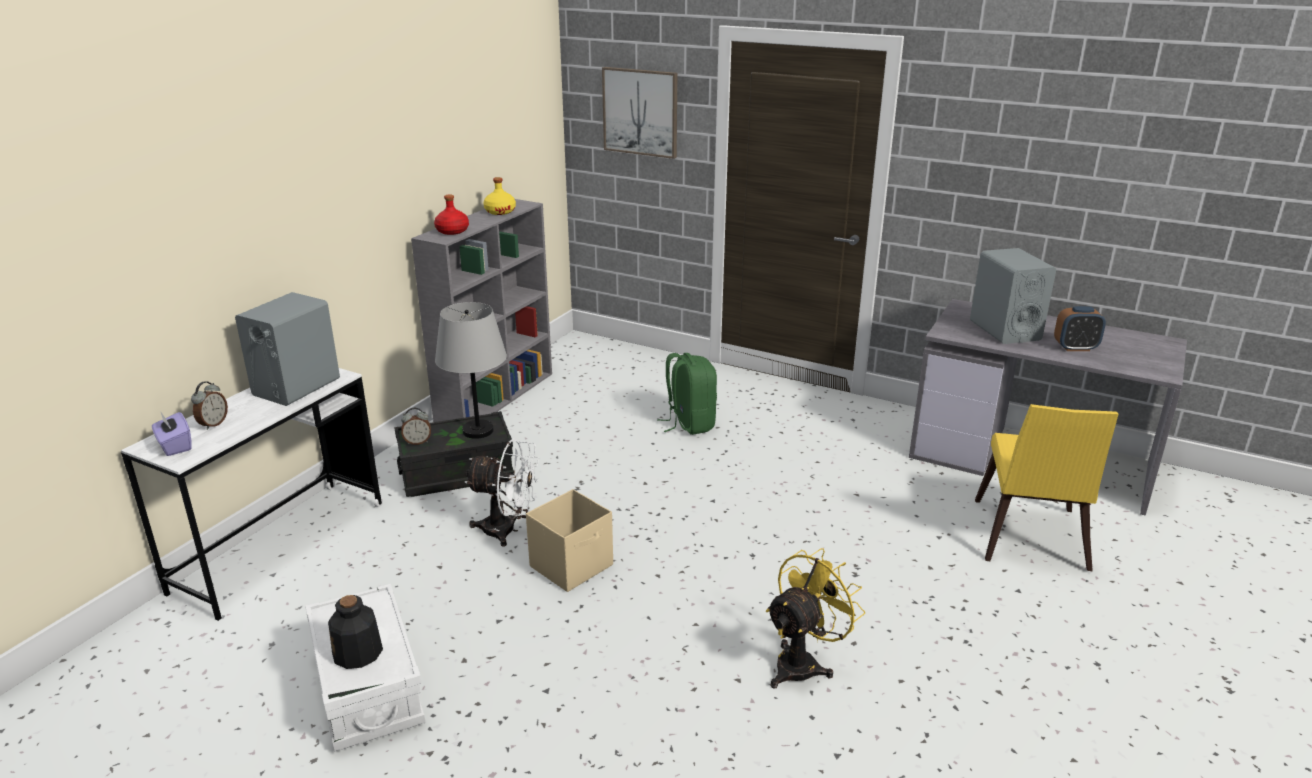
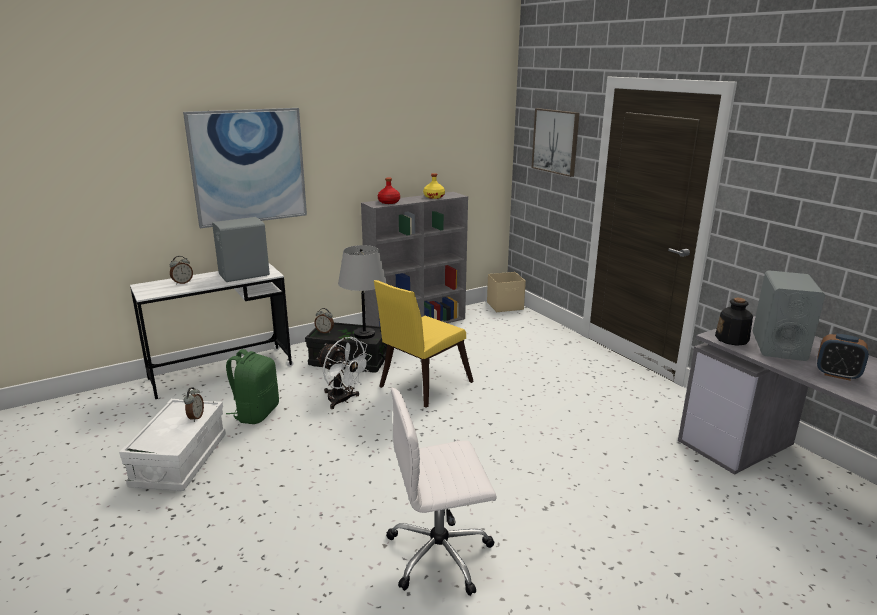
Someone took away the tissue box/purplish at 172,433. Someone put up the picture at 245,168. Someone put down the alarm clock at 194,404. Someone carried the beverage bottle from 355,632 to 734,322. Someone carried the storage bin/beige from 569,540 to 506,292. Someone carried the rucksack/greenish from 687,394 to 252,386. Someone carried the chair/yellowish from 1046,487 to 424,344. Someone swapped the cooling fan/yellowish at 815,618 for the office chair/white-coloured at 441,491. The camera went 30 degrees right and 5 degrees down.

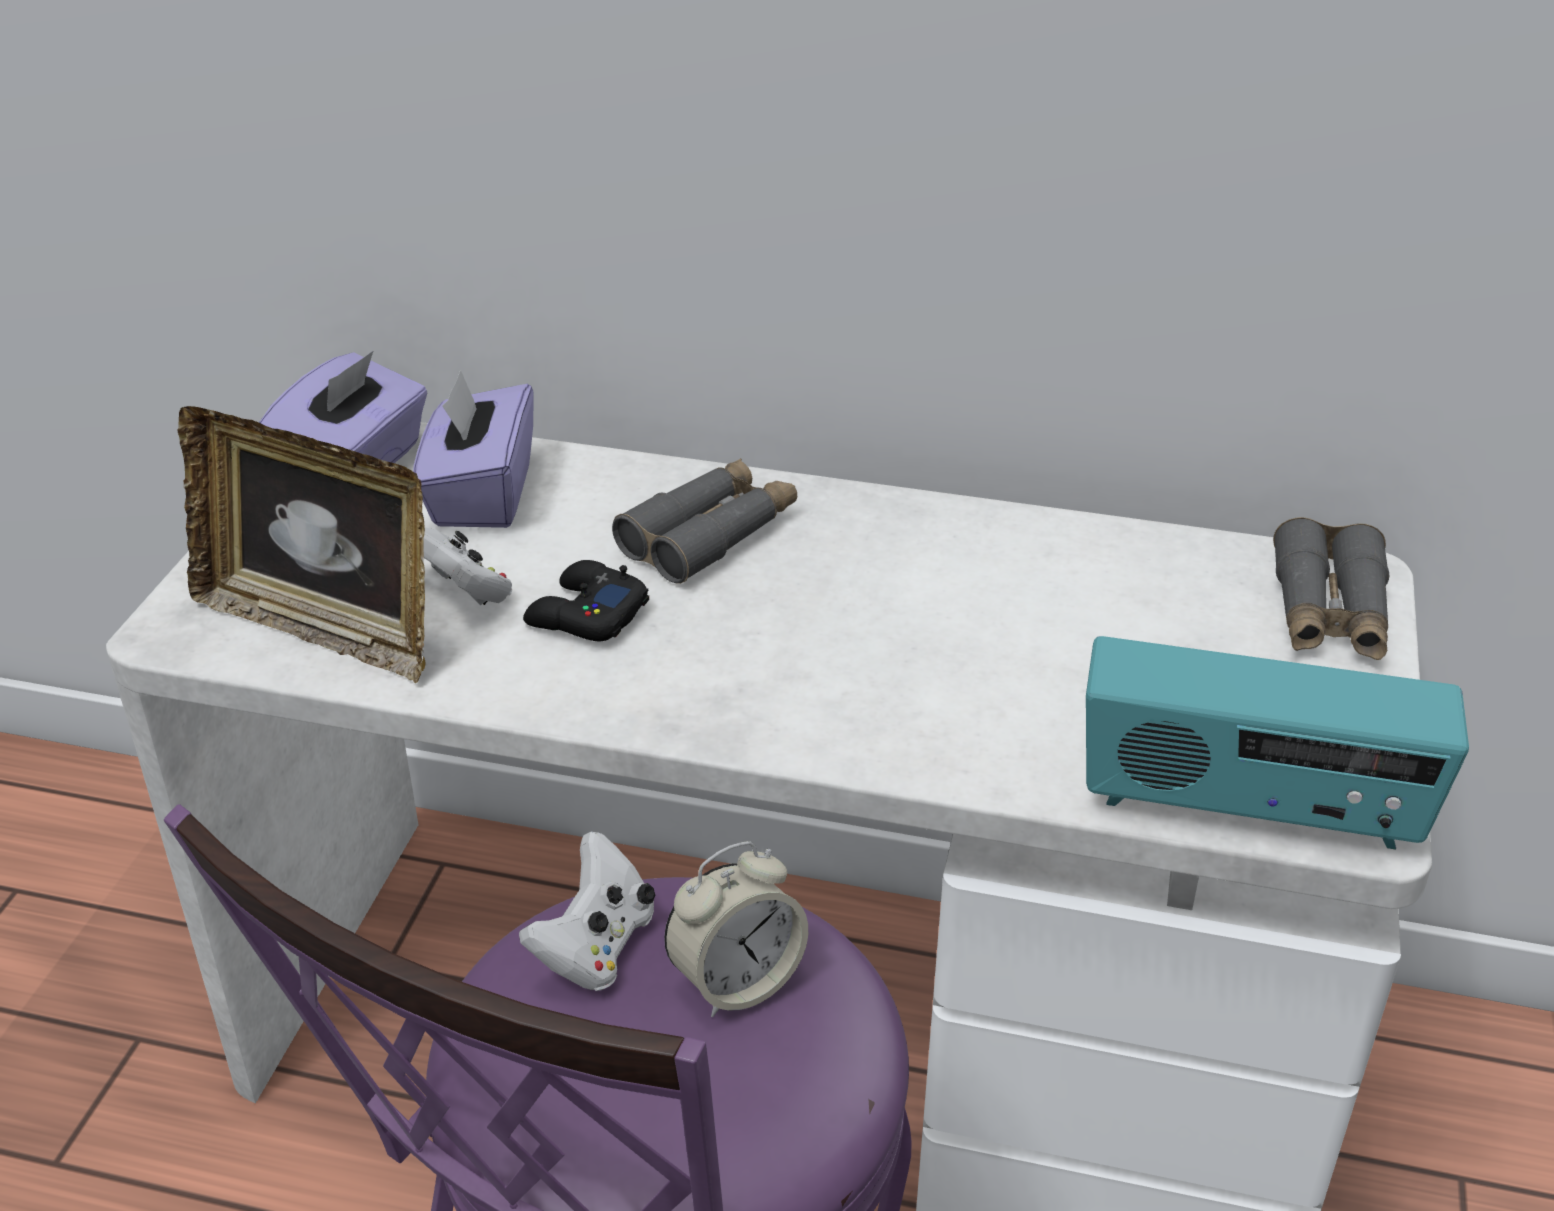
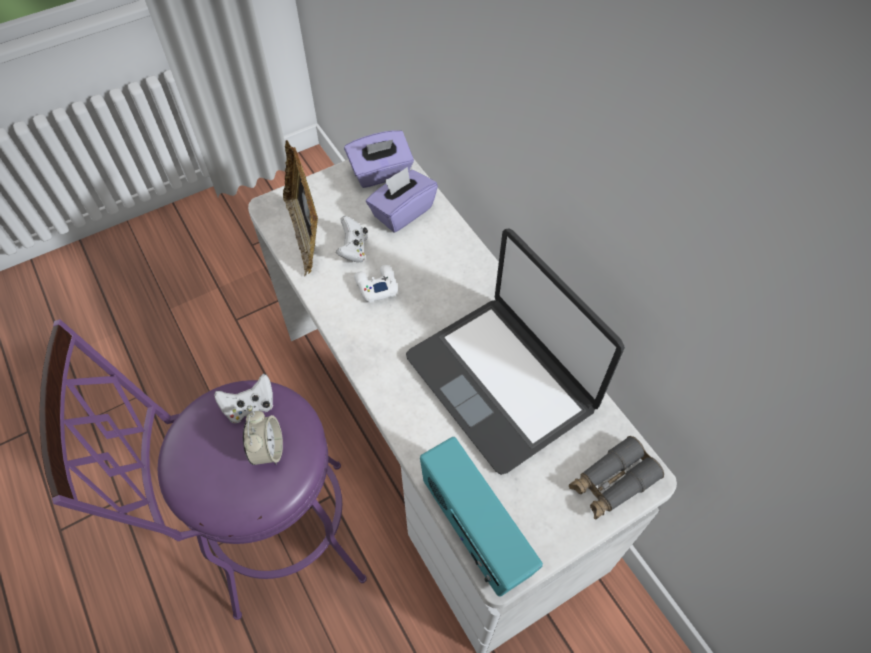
Someone took away the binoculars/gray at 704,521. Someone put down the notebook computer at 515,351. Someone repainted the gamepad/black at 586,600, which became the gamepad/white-coloured at 376,284. Someone rotated the alarm clock at 736,929 by 105 degrees counterclockwise. The camera went 45 degrees right and 20 degrees up.

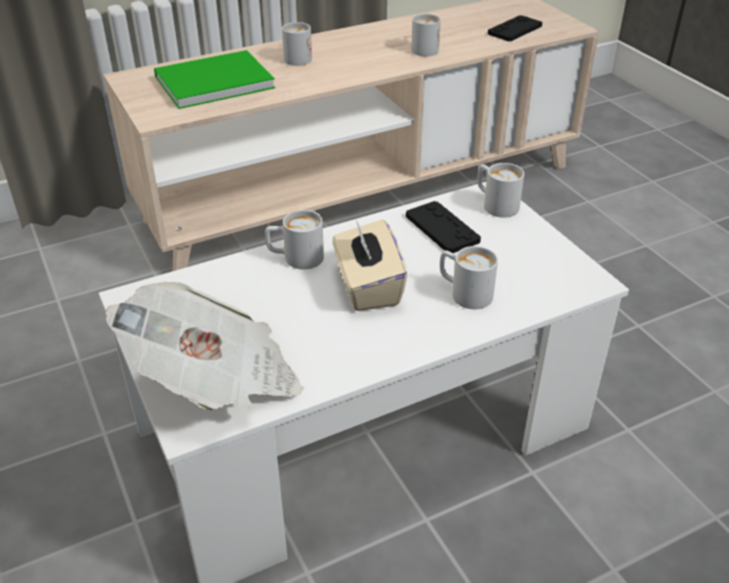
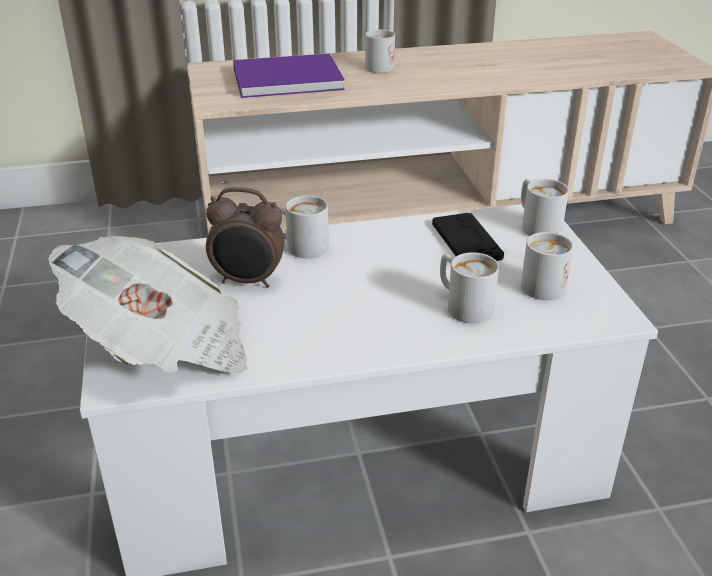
Someone took away the tissue box/beige at 370,265. Someone took away the gamepad/black at 515,28. Someone put down the alarm clock at 245,237. Someone carried the mug/white-coloured from 426,35 to 547,265. Someone repainted the book/greenish at 214,79, which became the book/purplish at 289,75. The camera went 15 degrees right and 5 degrees down.

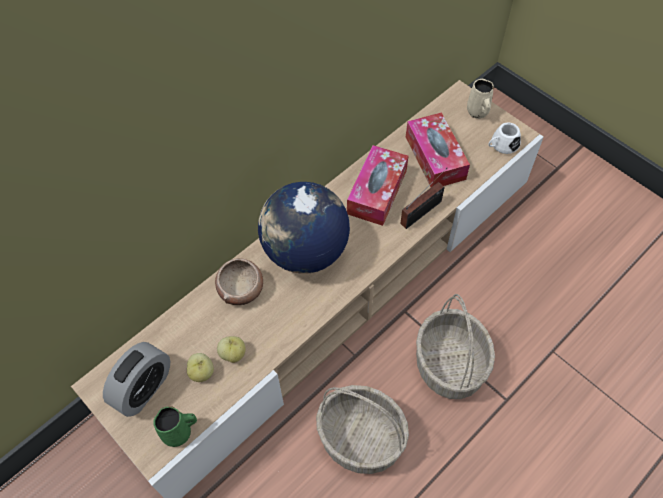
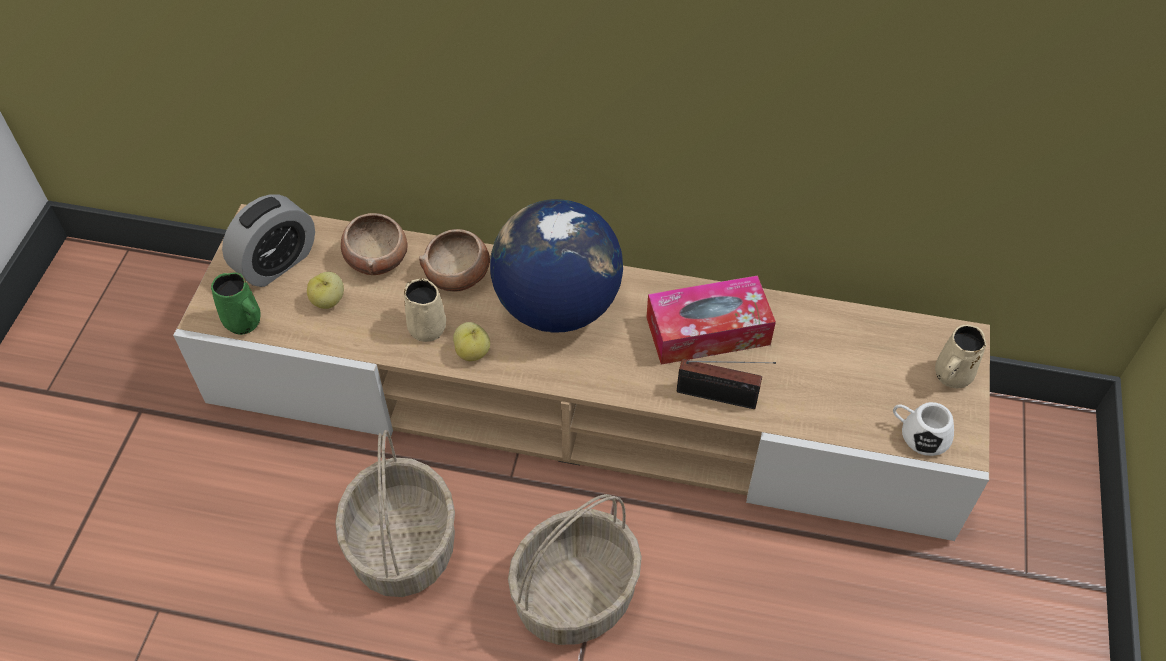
Someone took away the tissue box at 438,149. Someone put down the serving bowl at 374,244. Someone put down the mug/beige at 425,310. Someone carried the whole apple from 231,349 to 471,341. Someone rotated the alarm clock at 136,379 by 45 degrees counterclockwise. The camera went 55 degrees right and 5 degrees down.

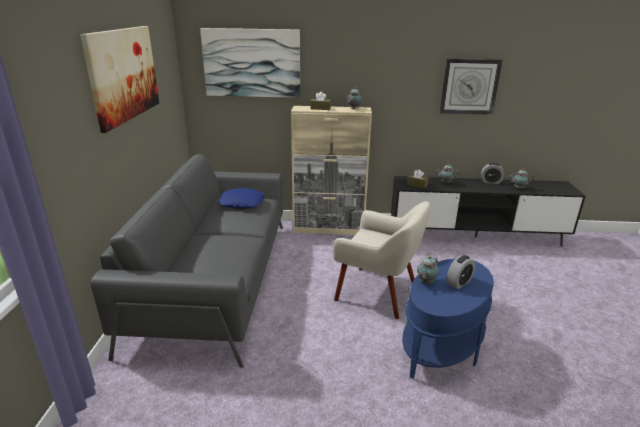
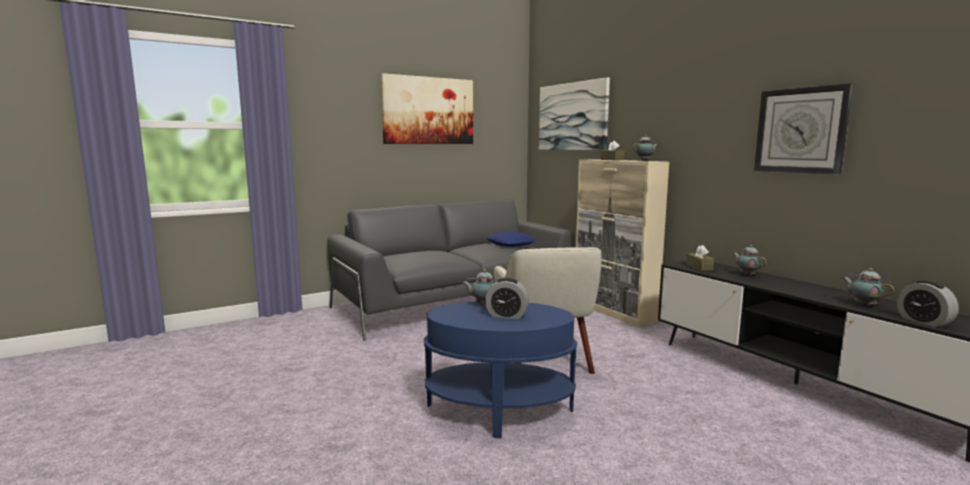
Someone carried the alarm clock from 492,173 to 927,303. The camera went 55 degrees right and 15 degrees down.

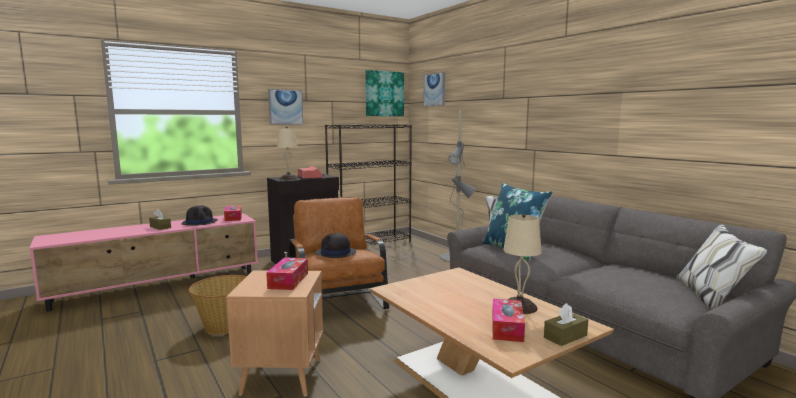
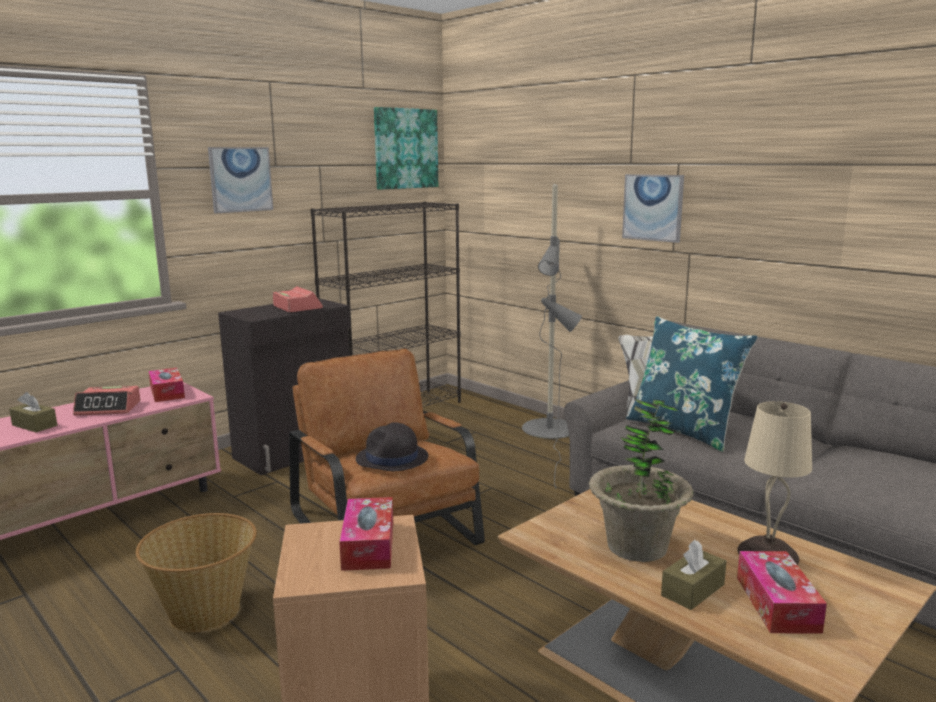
Someone took away the table lamp/beige at 287,153. Someone put down the potted plant at 641,480. Someone carried the picture from 434,89 to 653,208. Someone carried the tissue box/brownish from 566,324 to 693,575. Someone swapped the clothing hat/black at 199,215 for the alarm clock at 107,401. The camera went 10 degrees left and 5 degrees up.

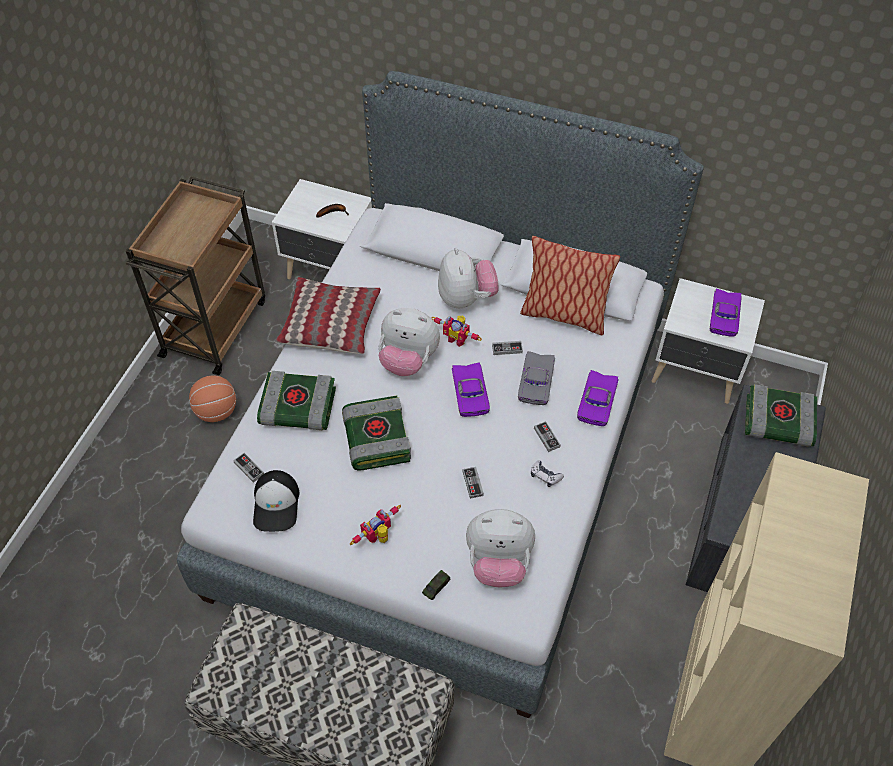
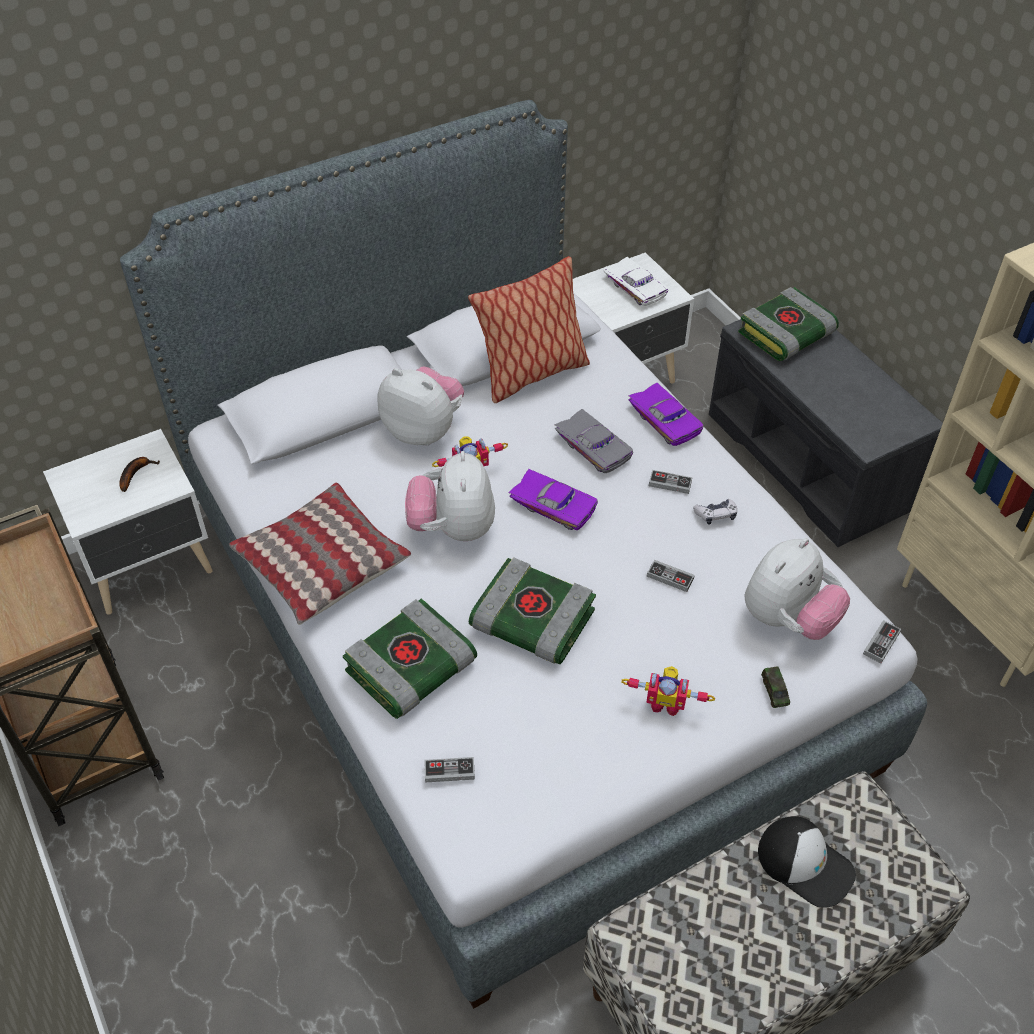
Someone took away the basketball at 212,399. Someone carried the baseball cap from 276,501 to 807,862. Someone carried the gamepad from 507,348 to 882,641. Someone repainted the model car/purplish at 726,313, which became the model car/white-coloured at 636,281. Someone rotated the toy robot at 375,525 by 75 degrees counterclockwise. Someone rotated the soft toy at 409,342 by 120 degrees clockwise. The camera went 50 degrees left and 5 degrees down.

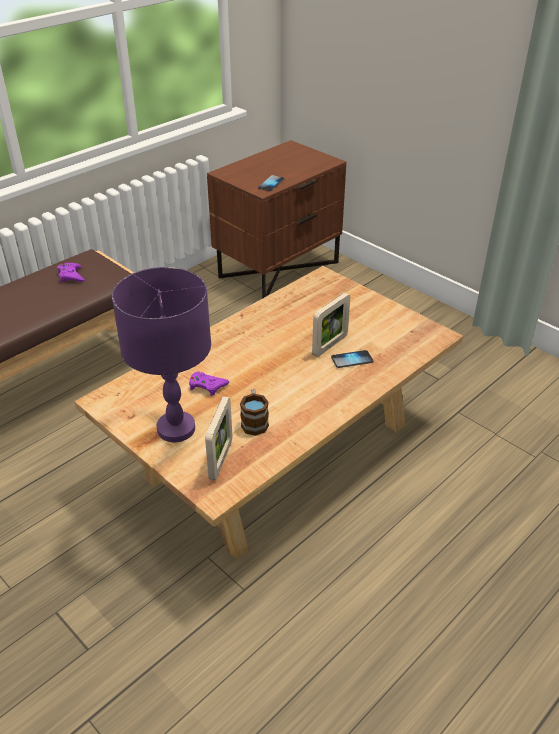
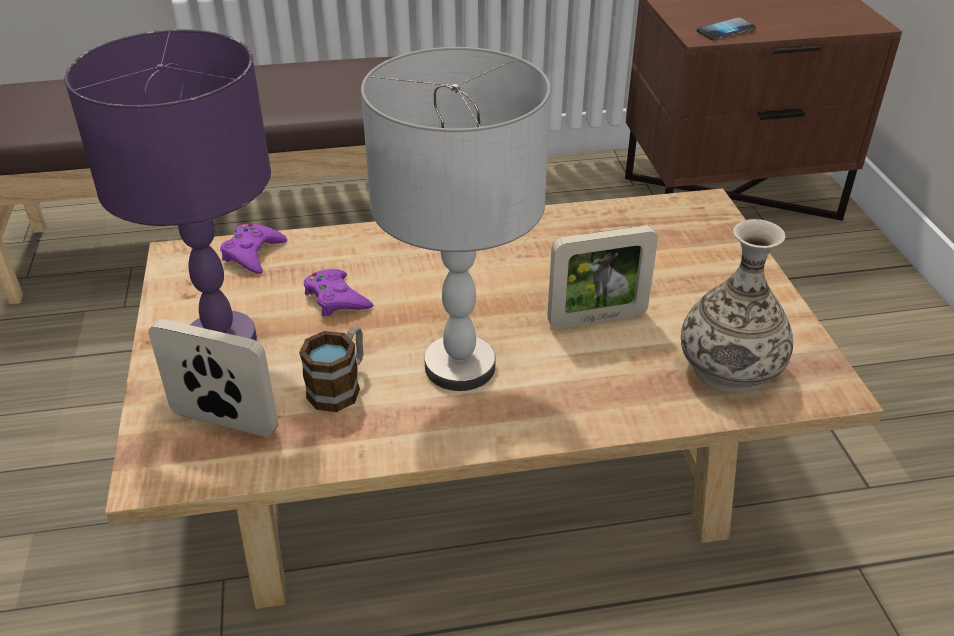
Someone took away the phone at 352,359. Someone put down the table lamp/gray at 456,219. Someone put down the vase at 737,306. Someone carried the gamepad/purplish from 71,272 to 253,248. Someone rotated the picture frame at 218,438 by 120 degrees counterclockwise. The camera went 35 degrees right and 0 degrees up.

